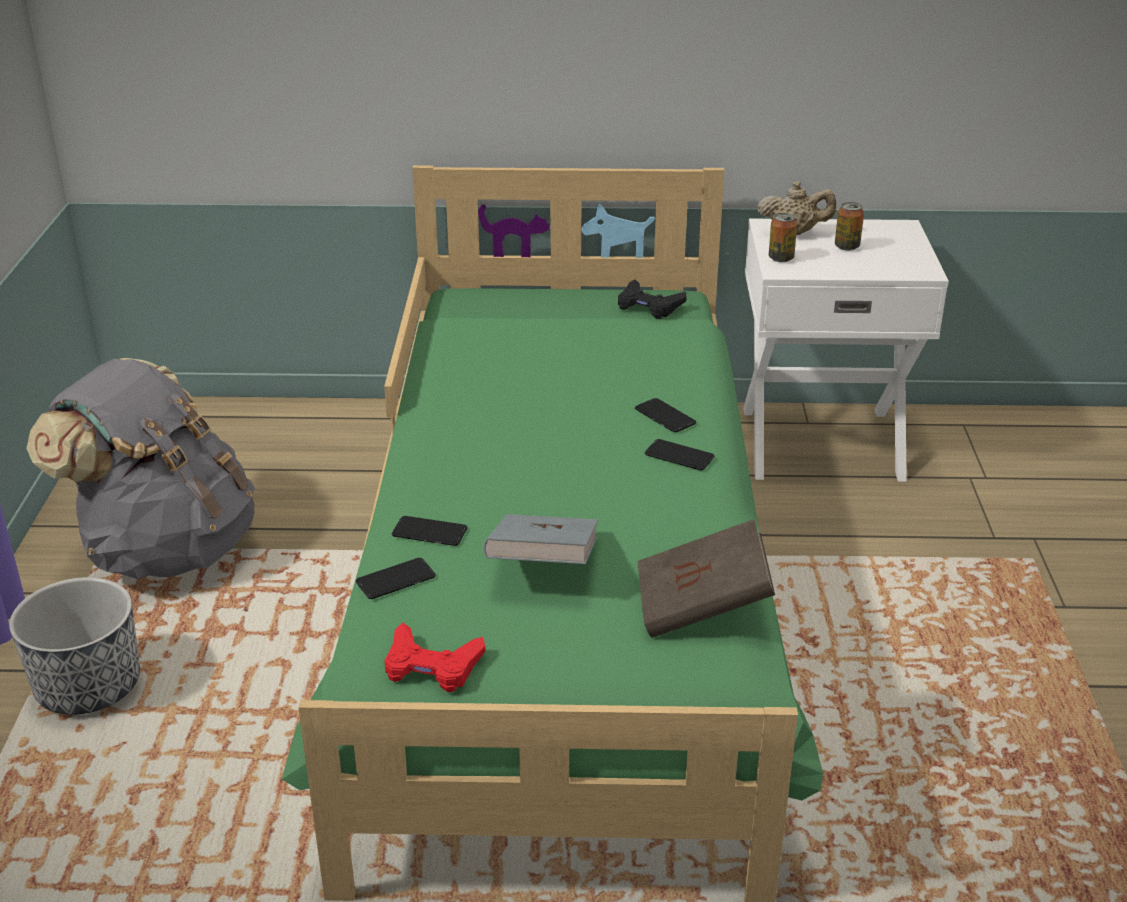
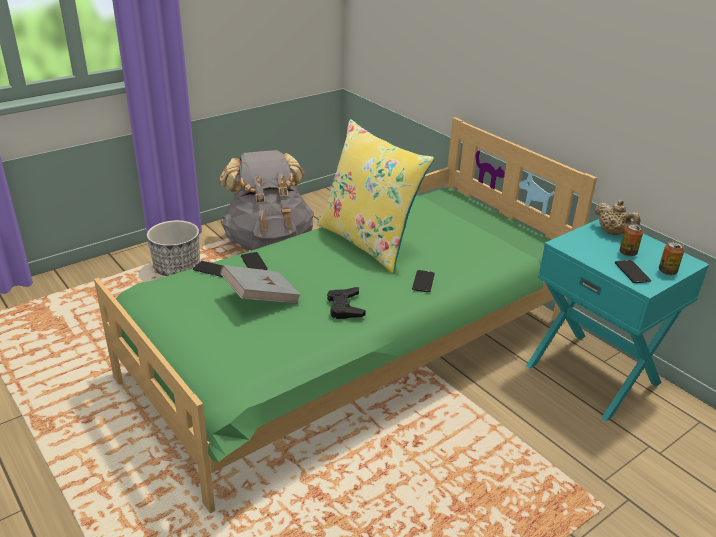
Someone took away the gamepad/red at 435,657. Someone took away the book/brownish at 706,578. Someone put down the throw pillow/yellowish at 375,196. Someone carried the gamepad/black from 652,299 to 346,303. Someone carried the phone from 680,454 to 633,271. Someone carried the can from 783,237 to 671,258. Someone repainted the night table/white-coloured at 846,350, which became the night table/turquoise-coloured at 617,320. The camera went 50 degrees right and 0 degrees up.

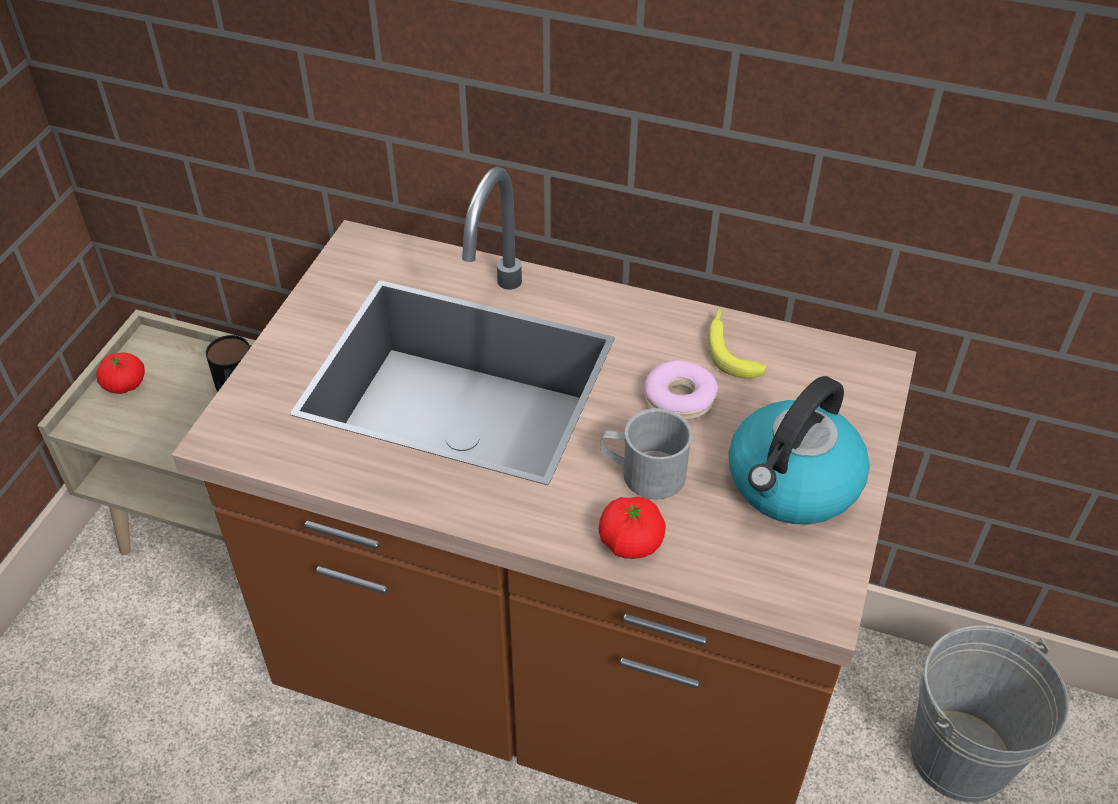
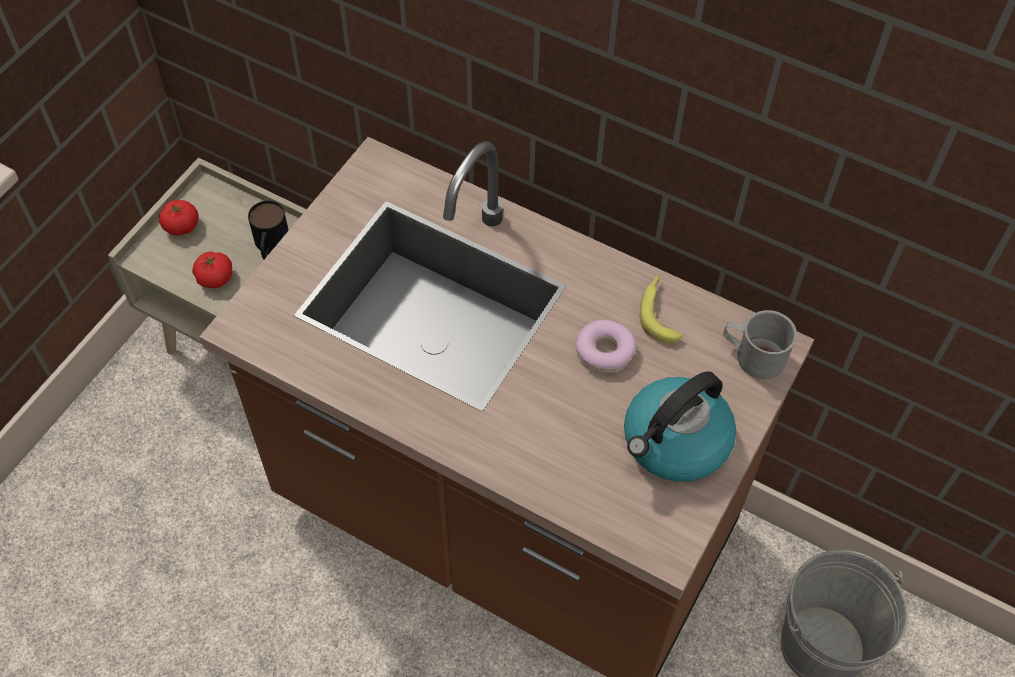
Someone carried the tomato from 632,528 to 212,269. Someone carried the mug/gray from 646,453 to 760,344. The camera went 10 degrees right and 10 degrees up.

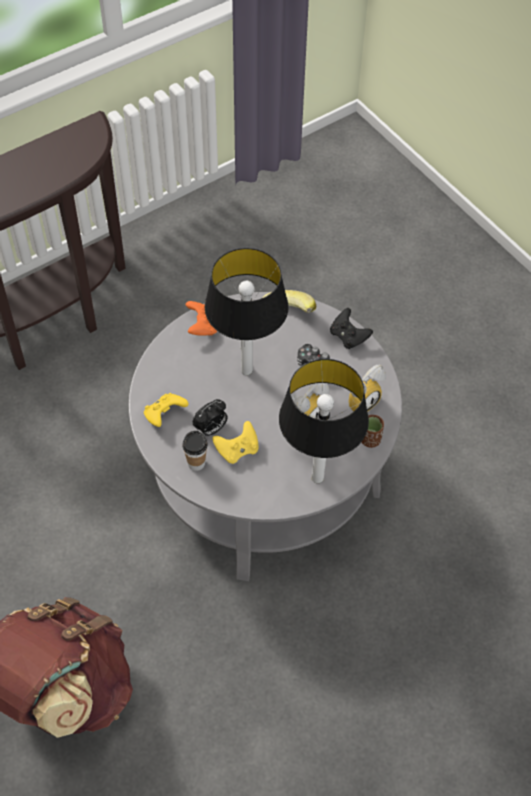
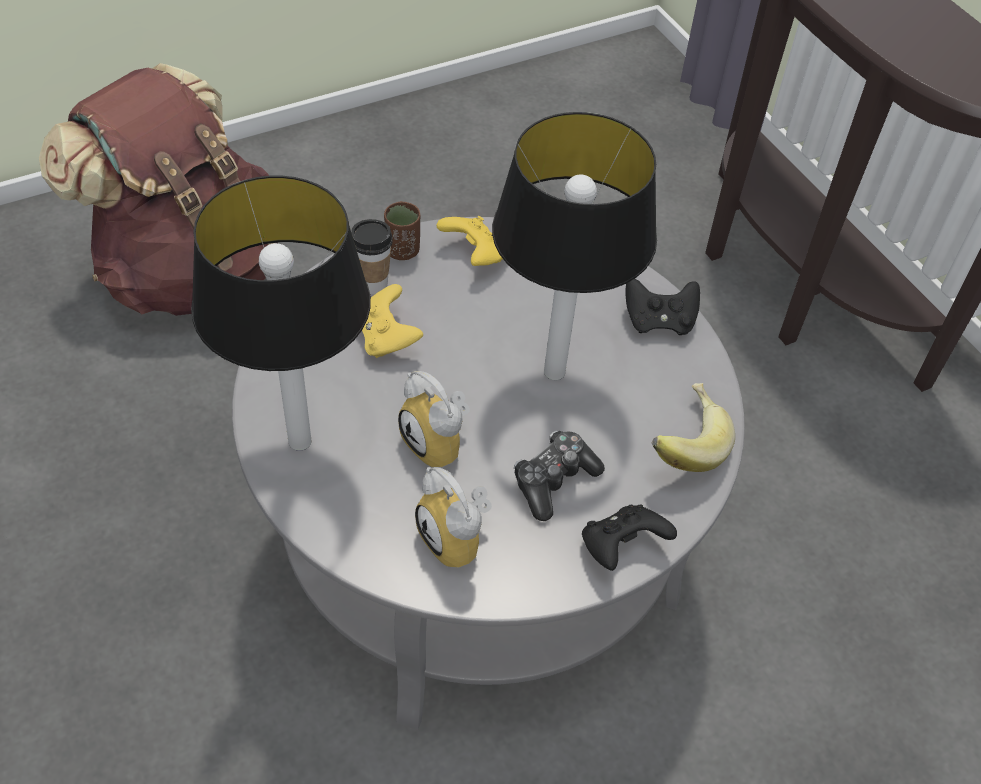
Someone took away the alarm clock at 210,417. Someone carried the small cup/brownish from 373,431 to 402,230. Someone repainted the gamepad/orange-coloured at 201,318, which became the gamepad/black at 663,307. The camera went 95 degrees right and 5 degrees down.

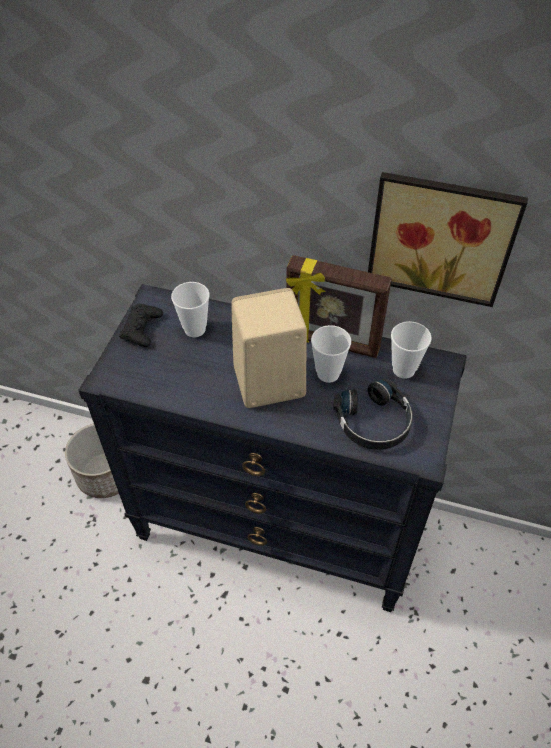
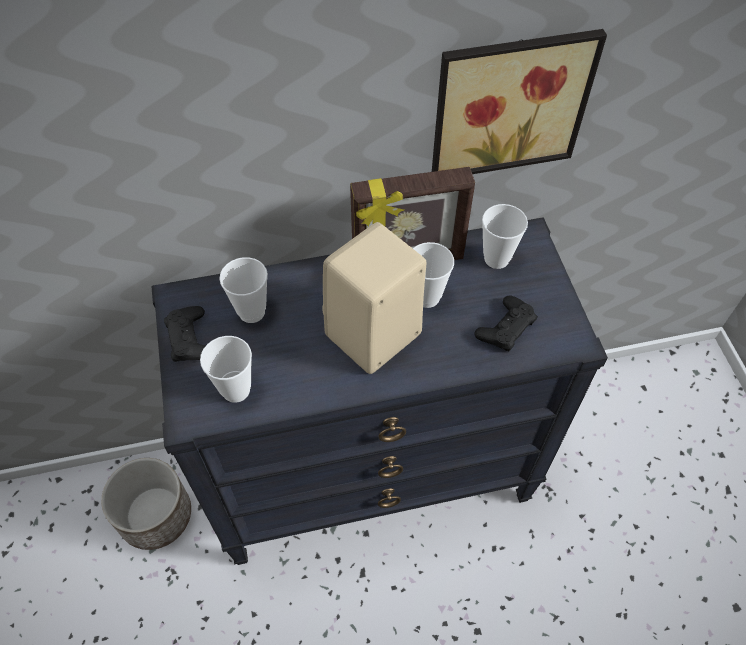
Someone put down the small cup at 226,369. Someone swapped the pair of headphones/black at 373,414 for the gamepad/black at 506,324. The camera went 30 degrees left and 5 degrees up.

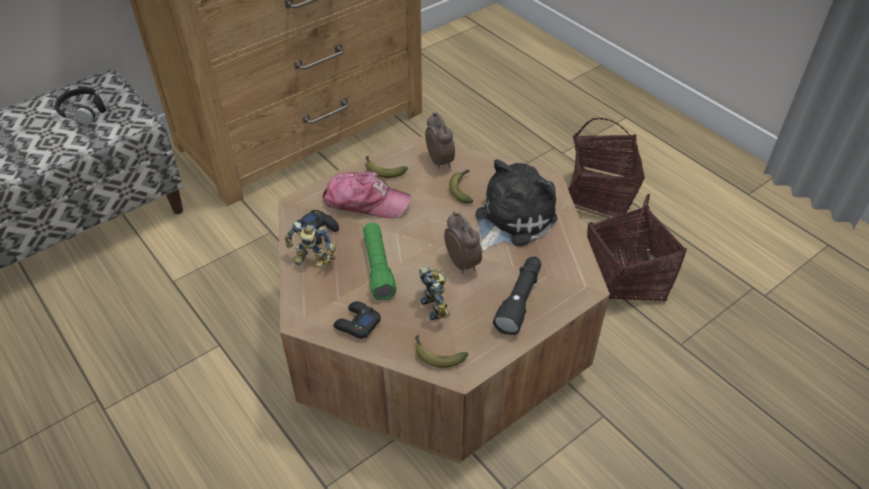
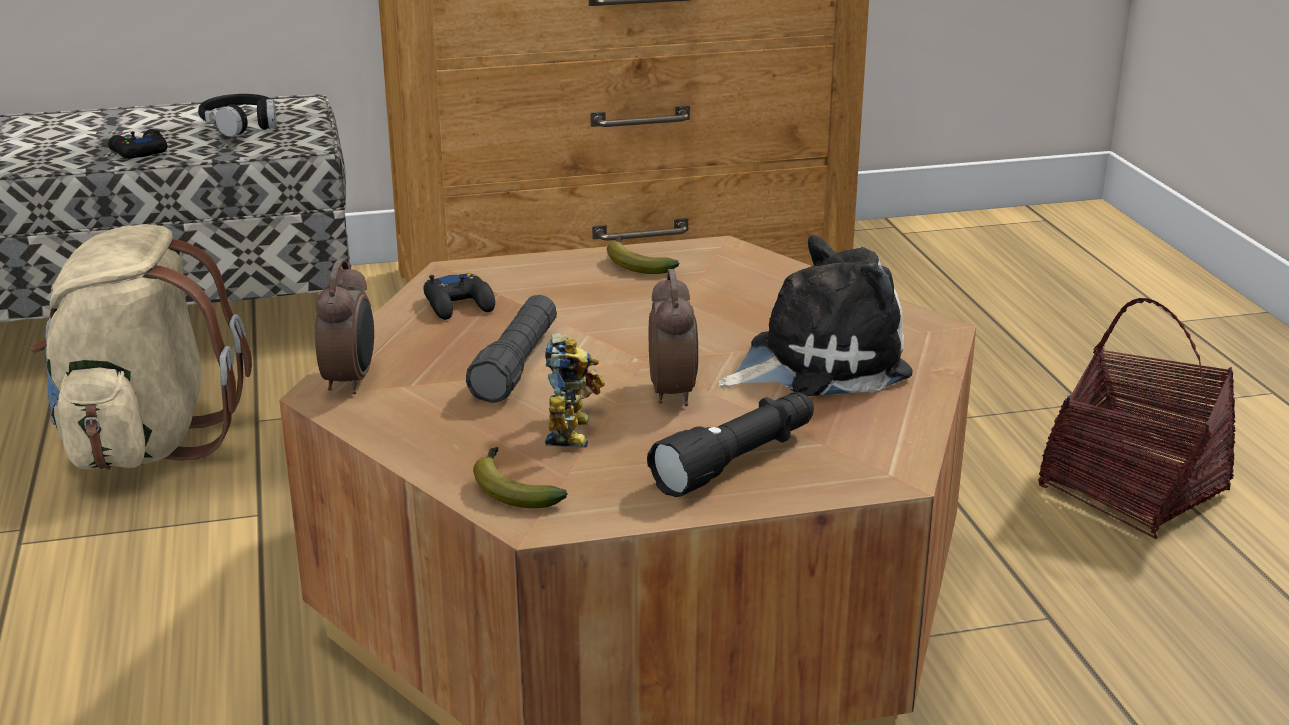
Someone took away the toy robot at 310,244. Someone took away the baseball cap at 366,195. Someone took away the banana fruit at 461,187. Someone took away the household basket at 637,248. Someone put down the rucksack/beige at 141,347. Someone carried the gamepad/black from 357,320 to 137,144. Someone carried the alarm clock from 440,141 to 344,326. Someone repainted the hand torch/greenish at 380,261, which became the hand torch/black at 511,349. The camera went 25 degrees right and 20 degrees down.

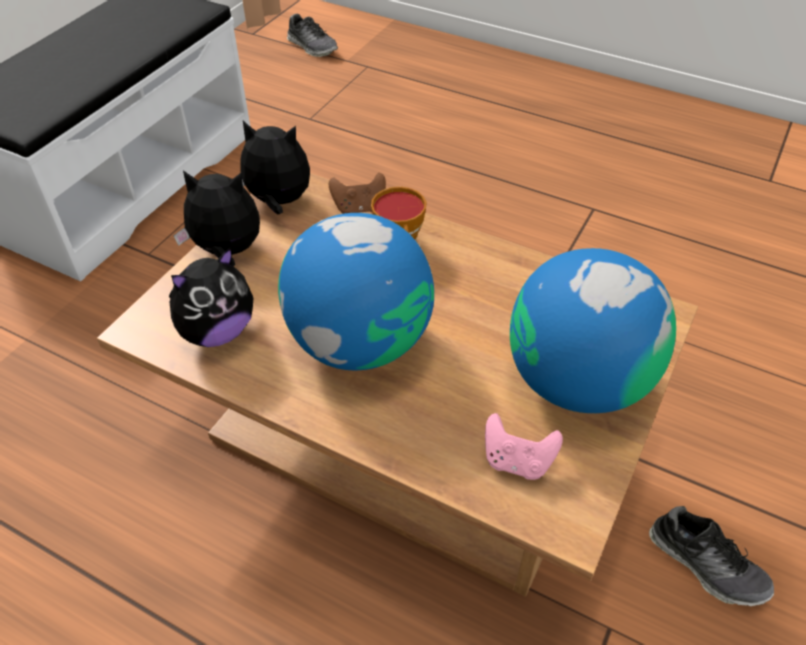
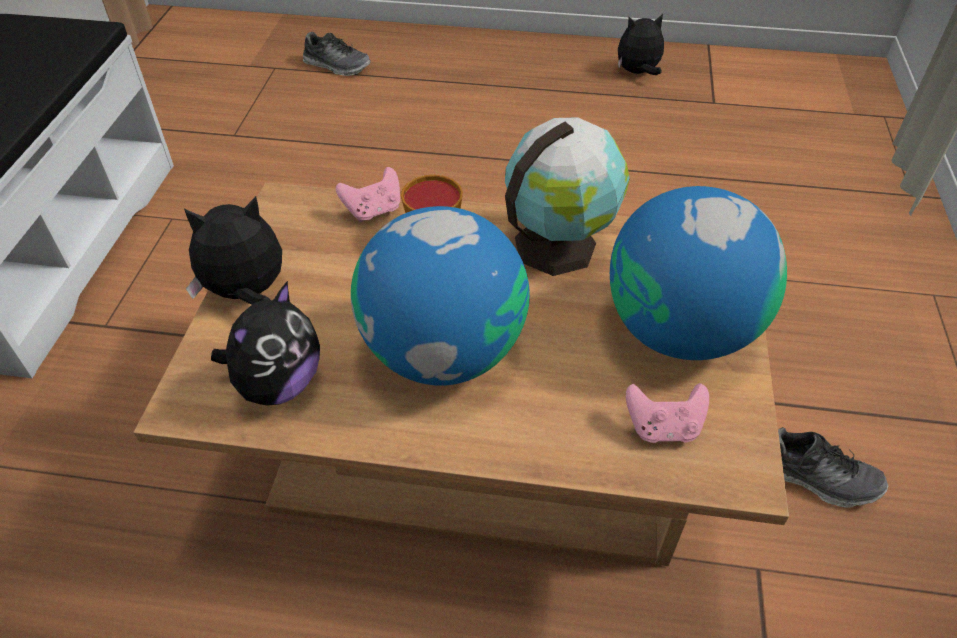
Someone put down the world globe at 567,196. Someone carried the soft toy from 275,168 to 641,44. Someone carried the shoe from 312,35 to 337,54. Someone repainted the gamepad/brownish at 357,193, which became the gamepad/pinkish at 368,194. The camera went 20 degrees left and 0 degrees up.

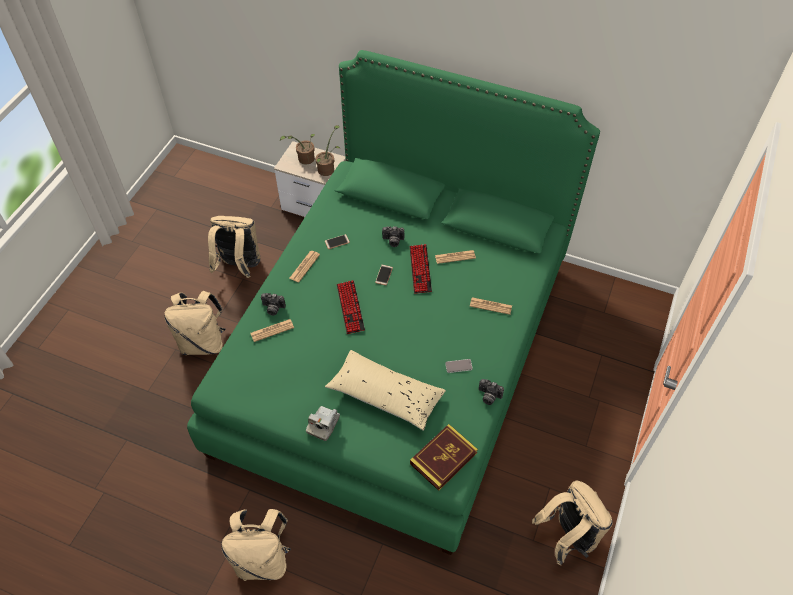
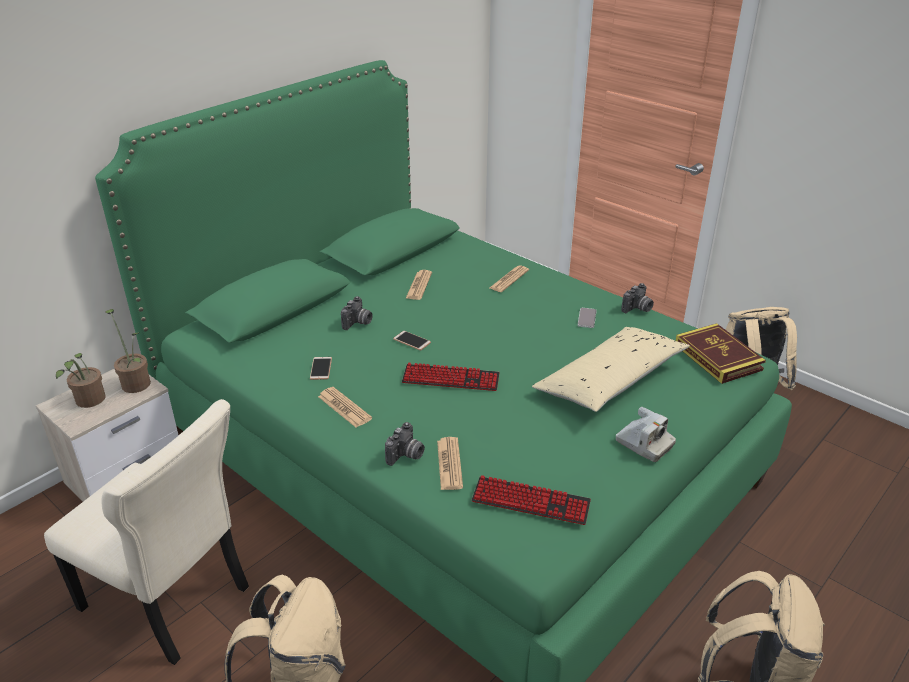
Someone carried the computer keyboard from 421,269 to 531,500. Someone swapped the rucksack/beige at 234,247 for the chair/beige at 146,532. The camera went 70 degrees left and 20 degrees down.

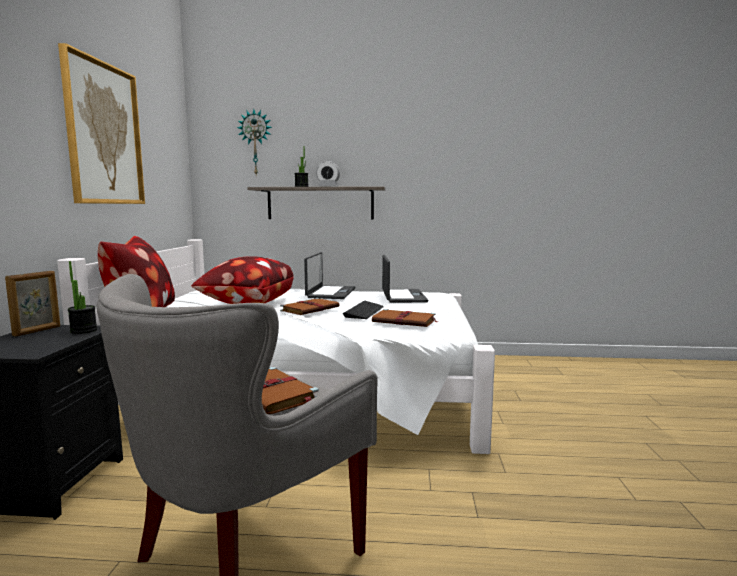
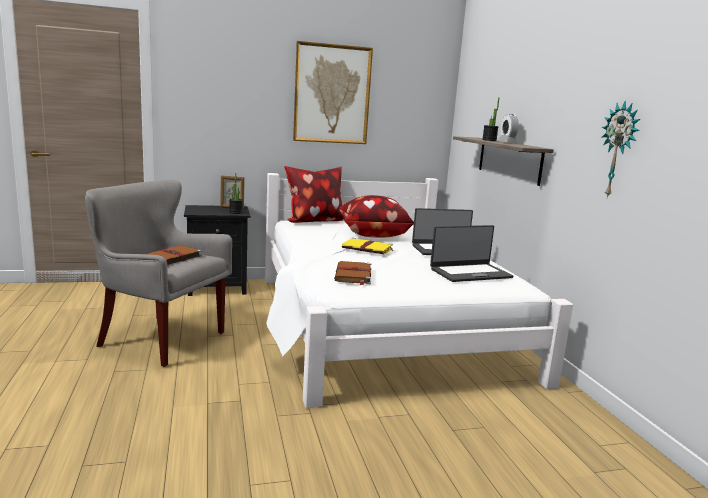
Someone took away the computer keyboard at 363,310. Someone carried the clock on the wall from 254,142 to 621,150. Someone repainted the book/brownish at 310,306, which became the book/yellowish at 368,246. The camera went 70 degrees right and 5 degrees up.

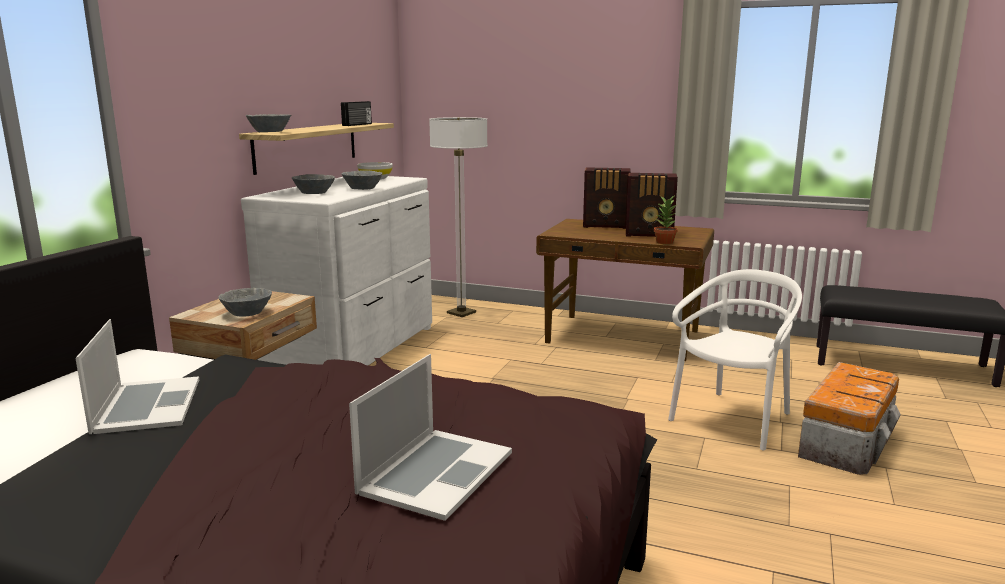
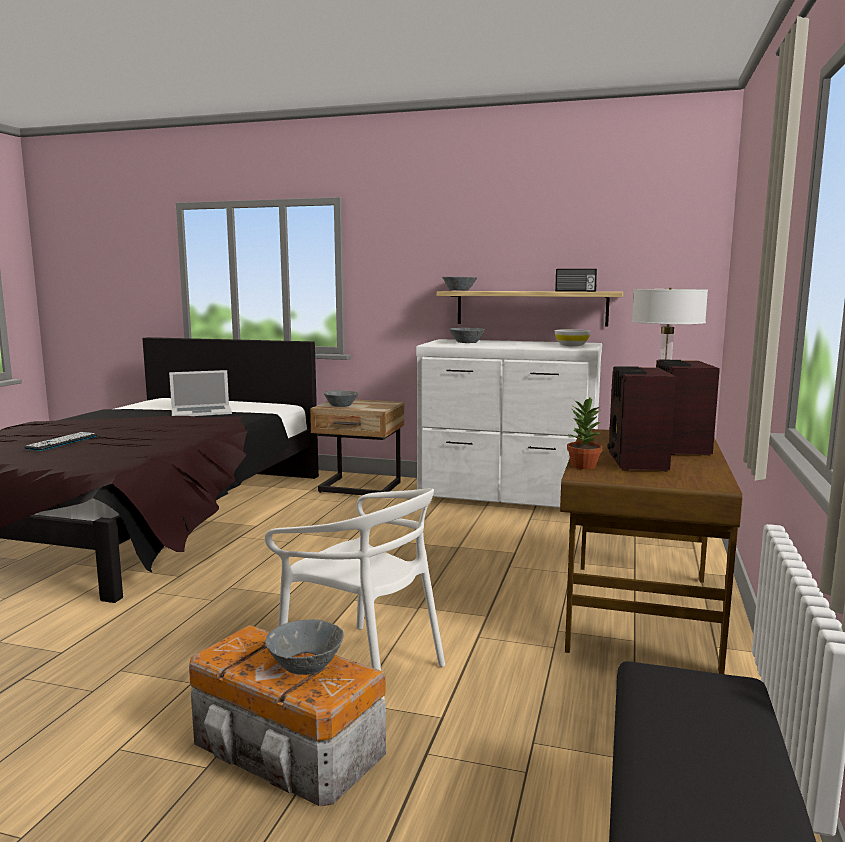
Someone carried the serving bowl/gray from 362,180 to 304,647. Someone swapped the notebook computer at 430,437 for the computer keyboard at 60,441. The camera went 85 degrees right and 5 degrees down.

